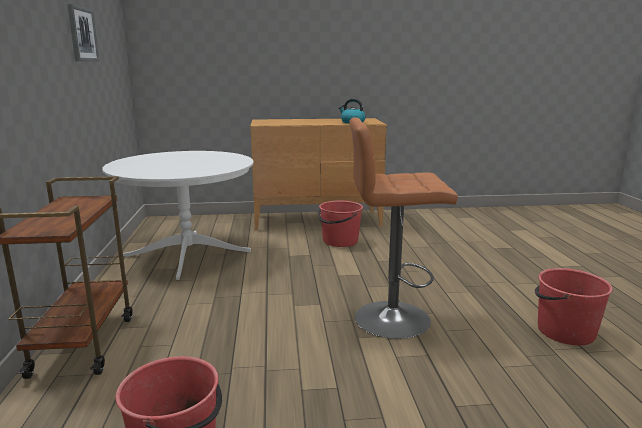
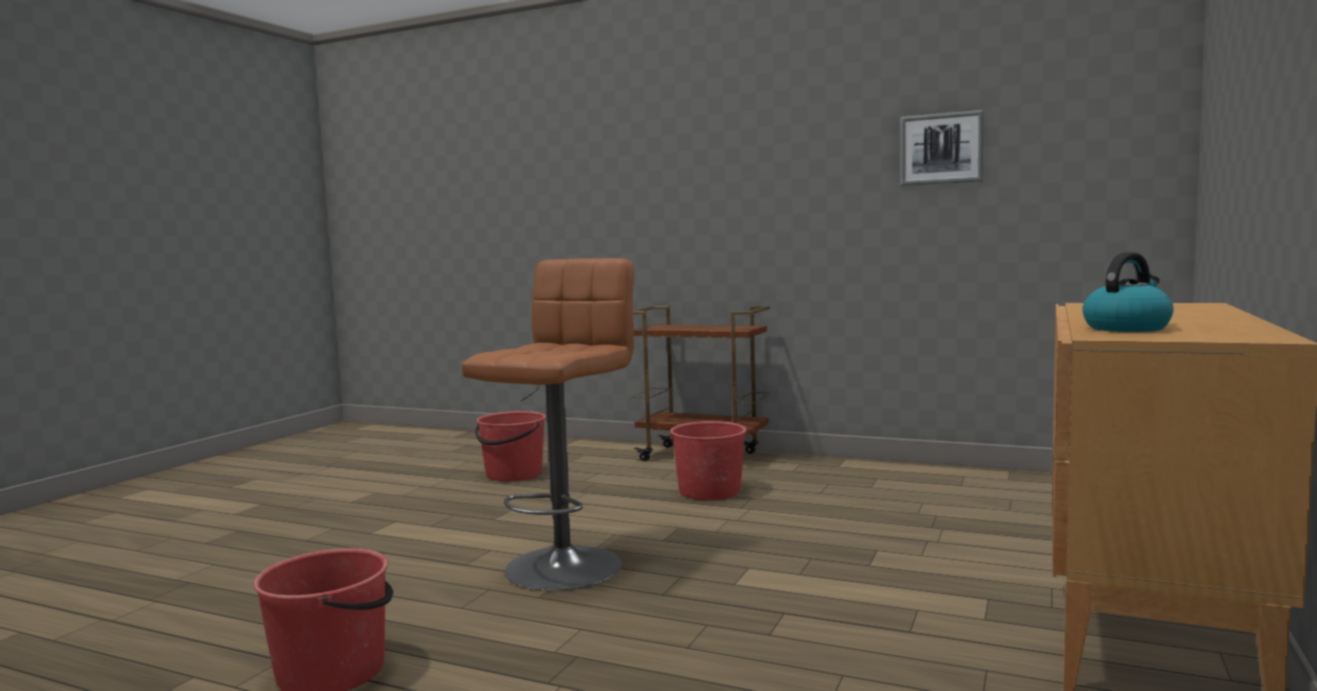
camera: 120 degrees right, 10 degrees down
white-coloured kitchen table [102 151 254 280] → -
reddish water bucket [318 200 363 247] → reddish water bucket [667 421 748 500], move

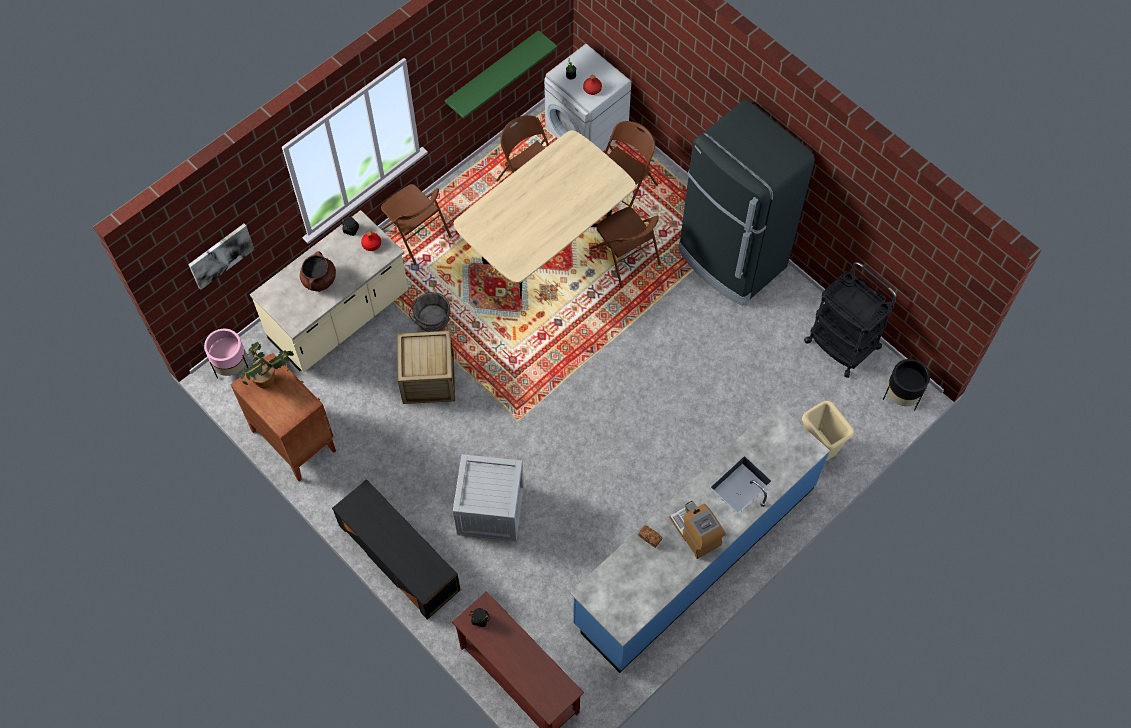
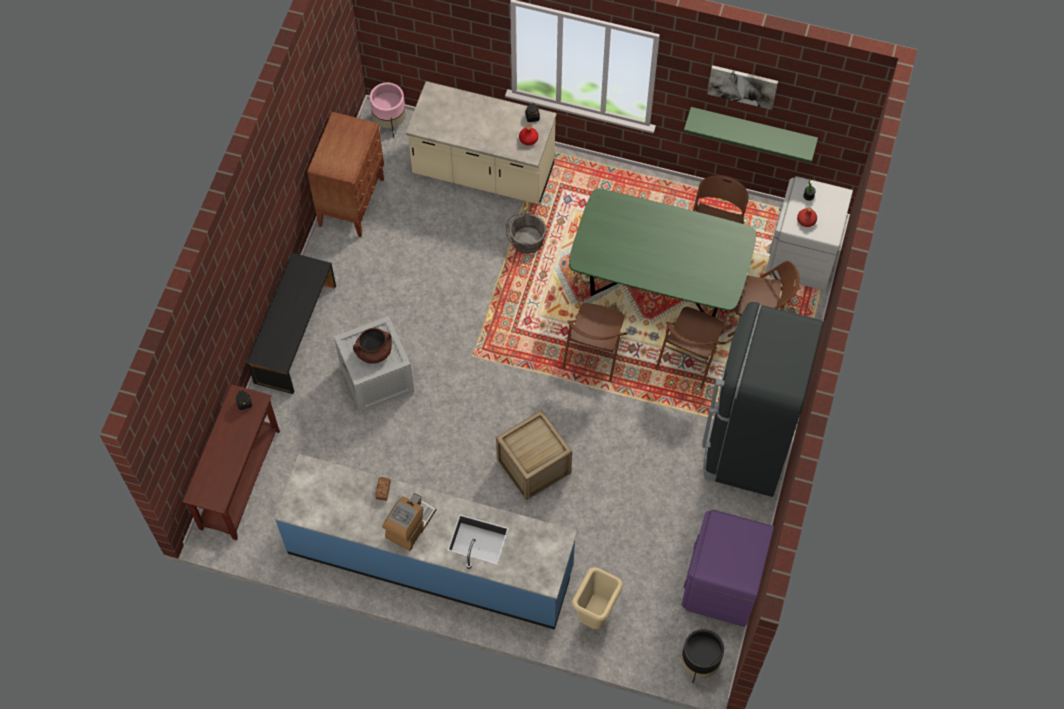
camera: 60 degrees right, 0 degrees up
potted plant [239 342 294 389] → -
wall art [188 224 255 290] → wall art [708 65 778 110], move
brown saucepot [300 251 336 292] → brown saucepot [353 328 392 364], move
brown upright chair [381 184 452 265] → brown upright chair [562 303 627 382], move
packing crate [397 331 455 404] → packing crate [496 410 572 501], move
black cart [804 262 896 378] → purple laundry appliance [681 510 774 627]
beige-coloured kitchen table [454 130 636 298] → greenish kitchen table [569 189 756 317]

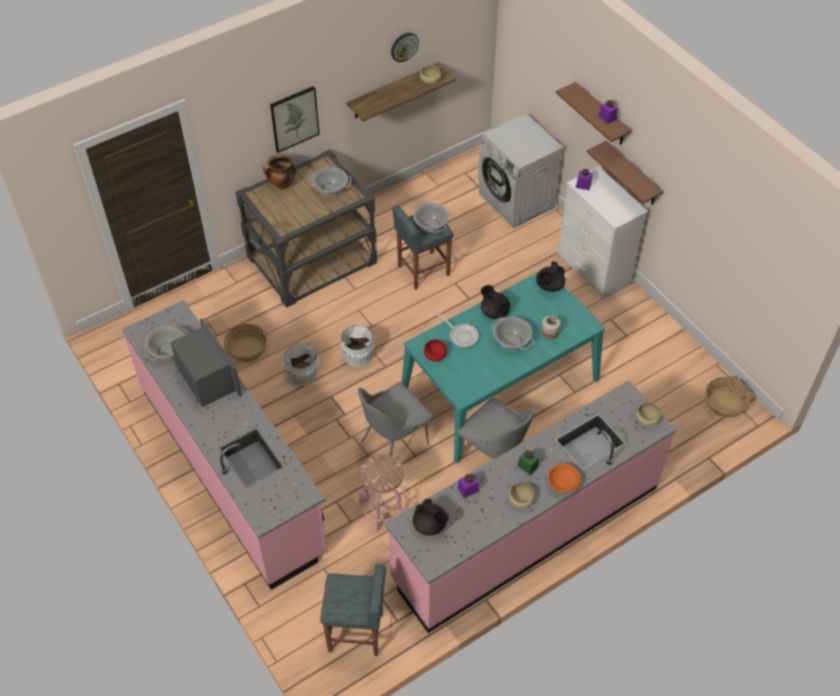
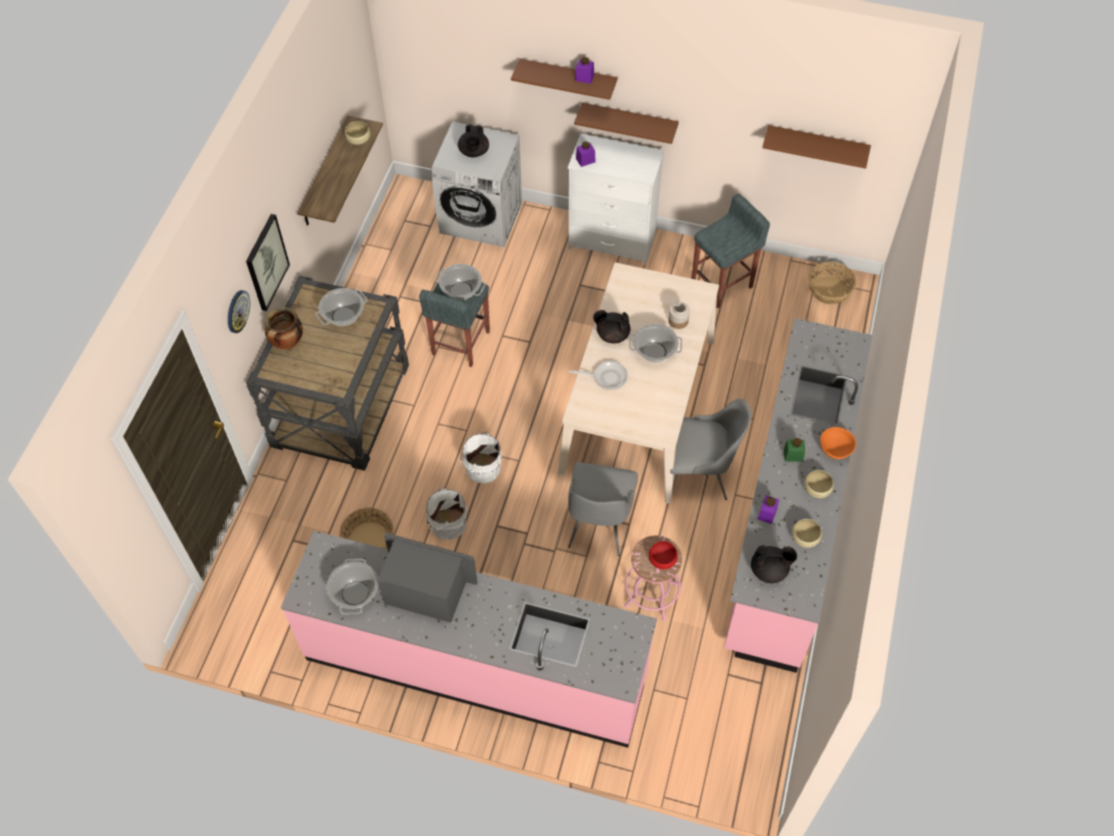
camera: 40 degrees left, 5 degrees up
- → brown bracket shelf [762 125 871 169]
greyish stool seat [320 564 386 656] → greyish stool seat [691 194 770 308], move
wall clock [391 32 419 62] → wall clock [228 290 250 333], move
reddish bowl [424 339 447 361] → reddish bowl [649 541 678 569], move
black teapot [536 261 565 292] → black teapot [458 124 489 157], move
beige-coloured bowl [636 402 662 426] → beige-coloured bowl [792 519 822 548], move
blue-green kitchen table [402 272 605 463] → beige-coloured kitchen table [558 263 719 504]

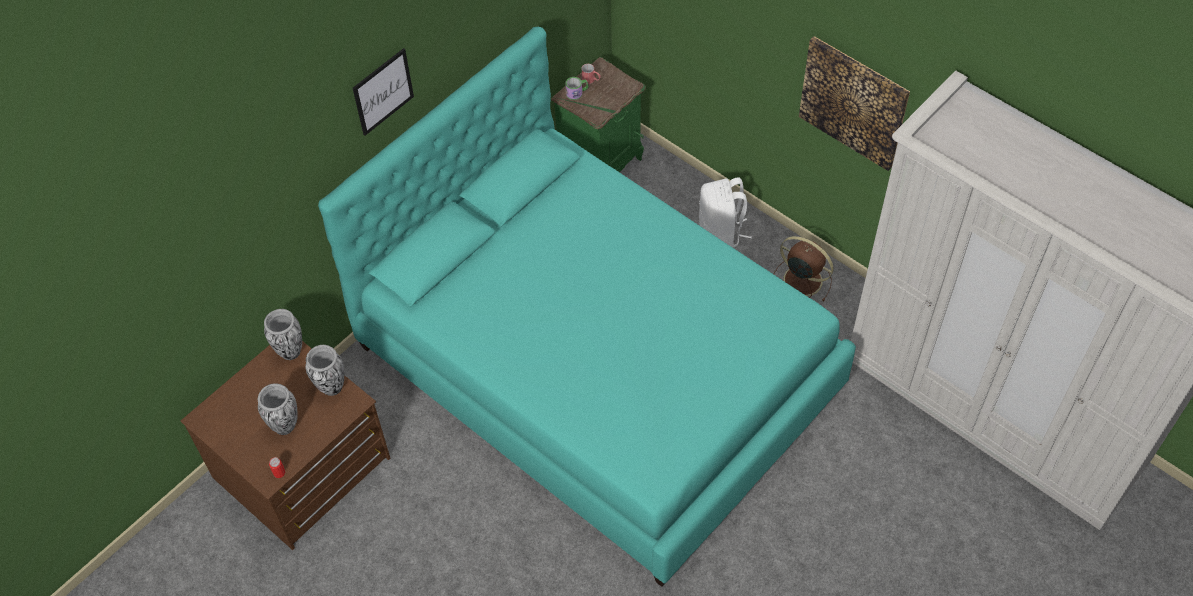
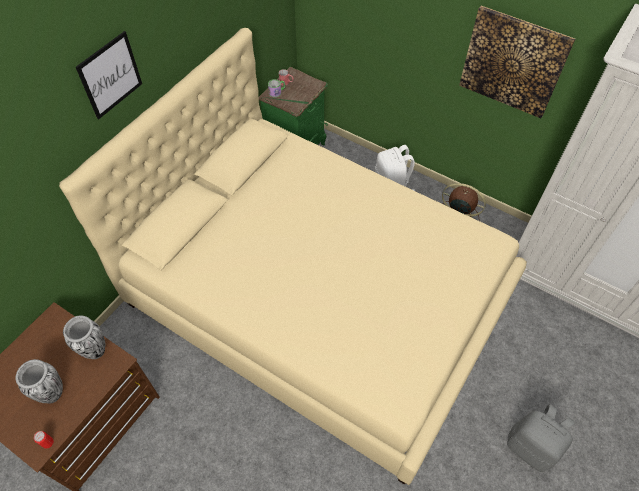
camera: 10 degrees left, 0 degrees up
vase [264 309 302 360] → -
- → greyish rucksack [507 404 575 472]
blue-green sleeping bed [318 27 856 587] → beige-coloured sleeping bed [59 28 527 485]

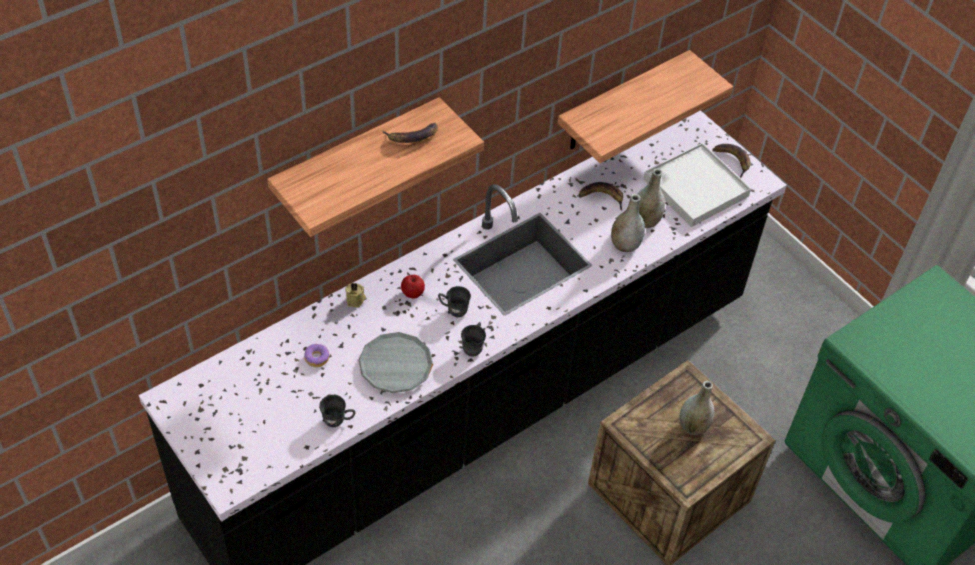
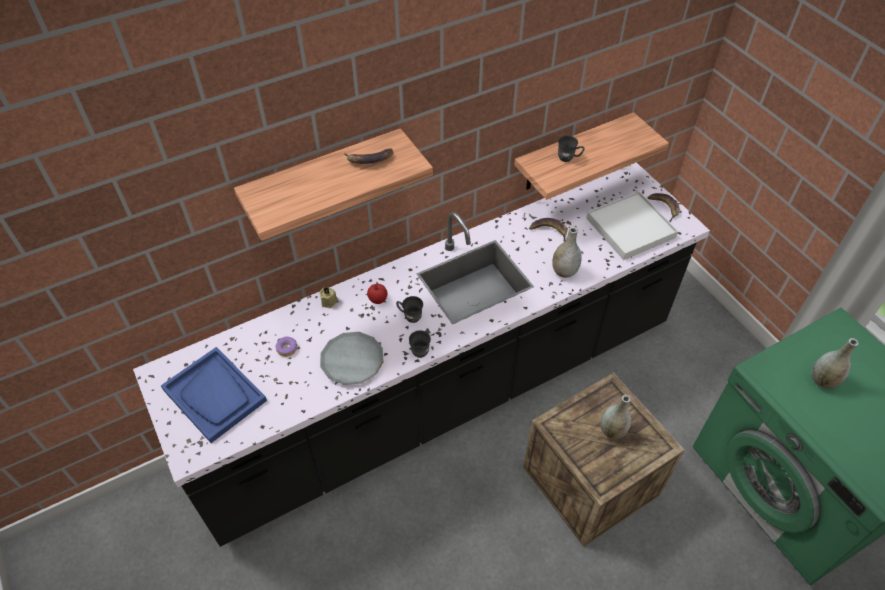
camera: 10 degrees right, 0 degrees up
- → bluish tray [161 347 267 443]
greyish coffee mug [319 395 356 427] → greyish coffee mug [558 135 585 162], move
greyish vase [638 169 665 228] → greyish vase [811 338 858 389], move

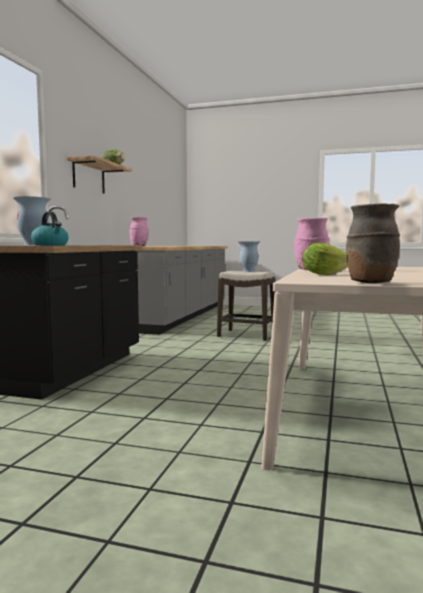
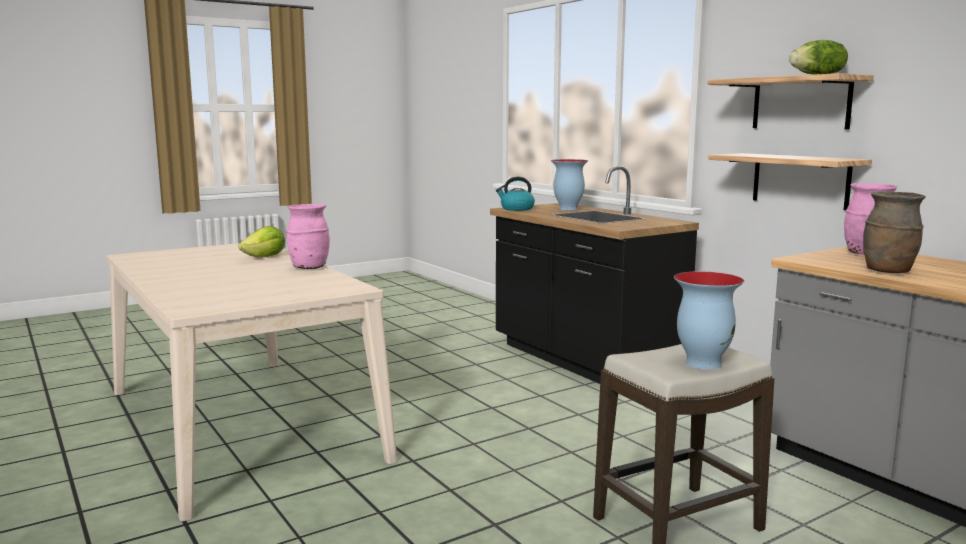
camera: 130 degrees right, 5 degrees up
- → bracket shelf [708 153 872 210]
brown vase [346 203 400 284] → brown vase [863 192 926 273], move

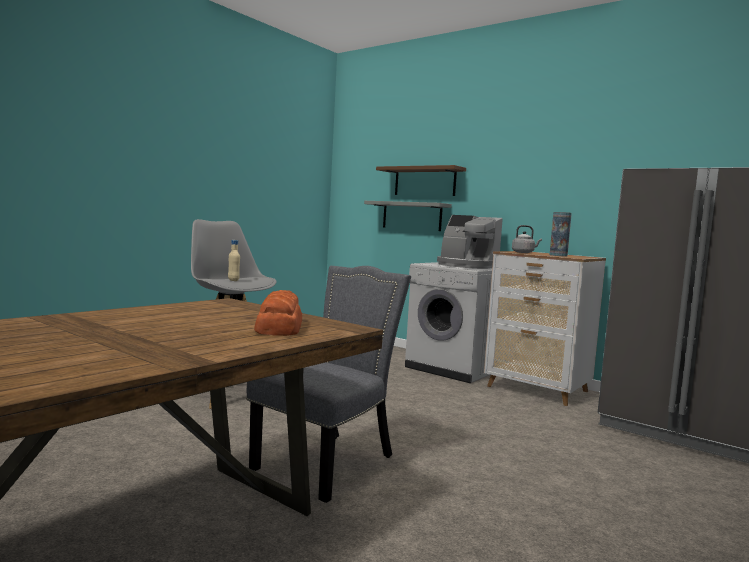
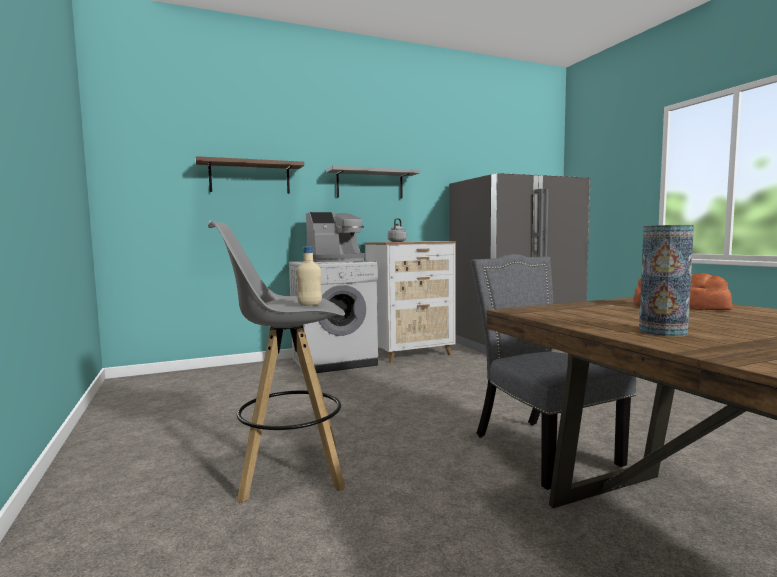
camera: 60 degrees left, 0 degrees up
greyish bracket shelf [364 201 452 231] → greyish bracket shelf [326 166 420 198], move
vase [550 212 572 257] → vase [639 225 694 336], move

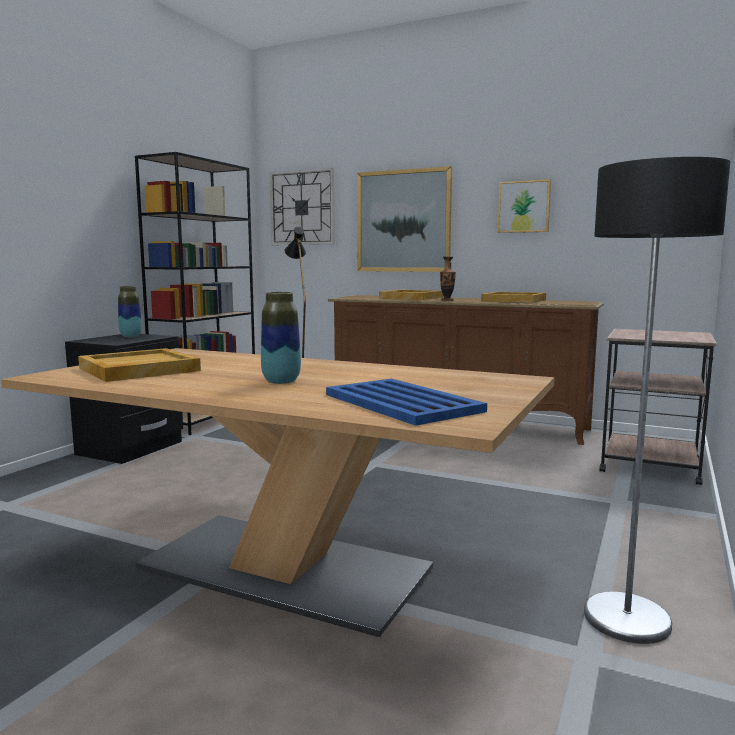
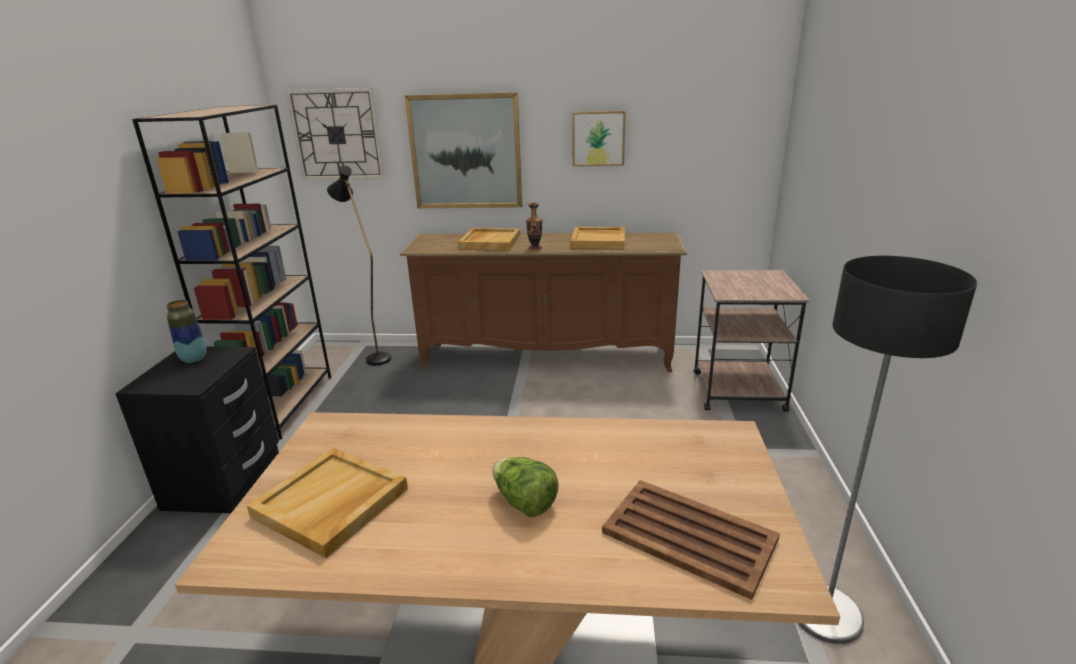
camera: 20 degrees left, 15 degrees up
vase [261 292 301 384] → head of lettuce [492 457 559 517]
bluish tray [326 379 487 426] → brown tray [602 480 780 600]

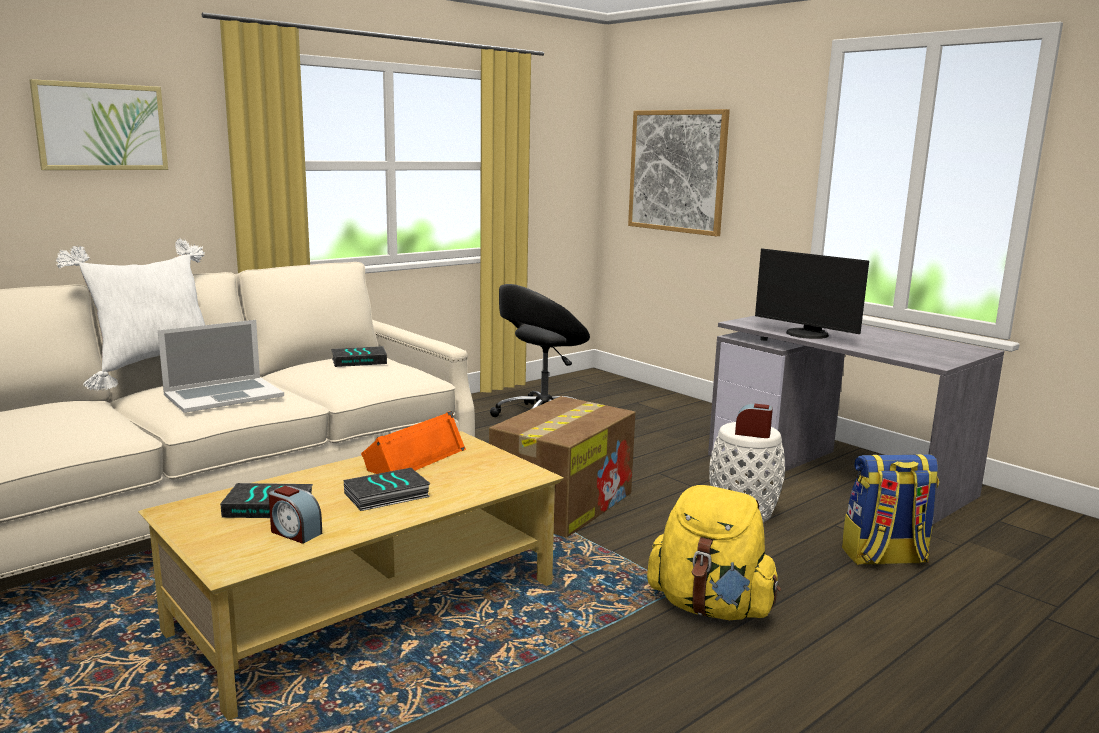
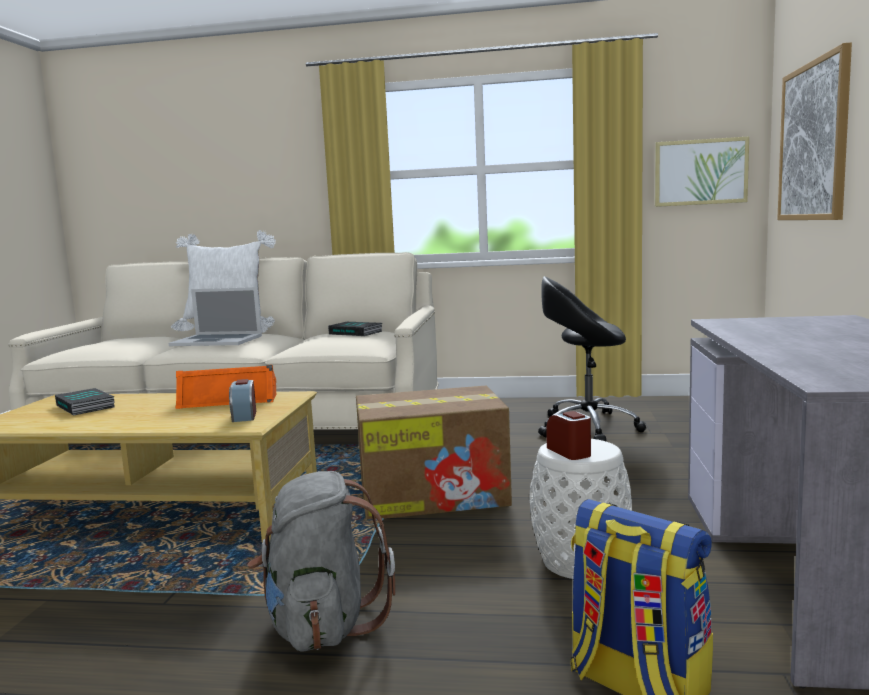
camera: 50 degrees right, 5 degrees down
book [344 468 431 511] → -
computer screen [755 249 869 339] → -
wall art [30 79 168 170] → wall art [655 136 749 207], move
bedside clock [269 486 322 544] → bedside clock [229 379 256 422], move
yellow rucksack [647 485 781 620] → greyish rucksack [247 471 395 652]

